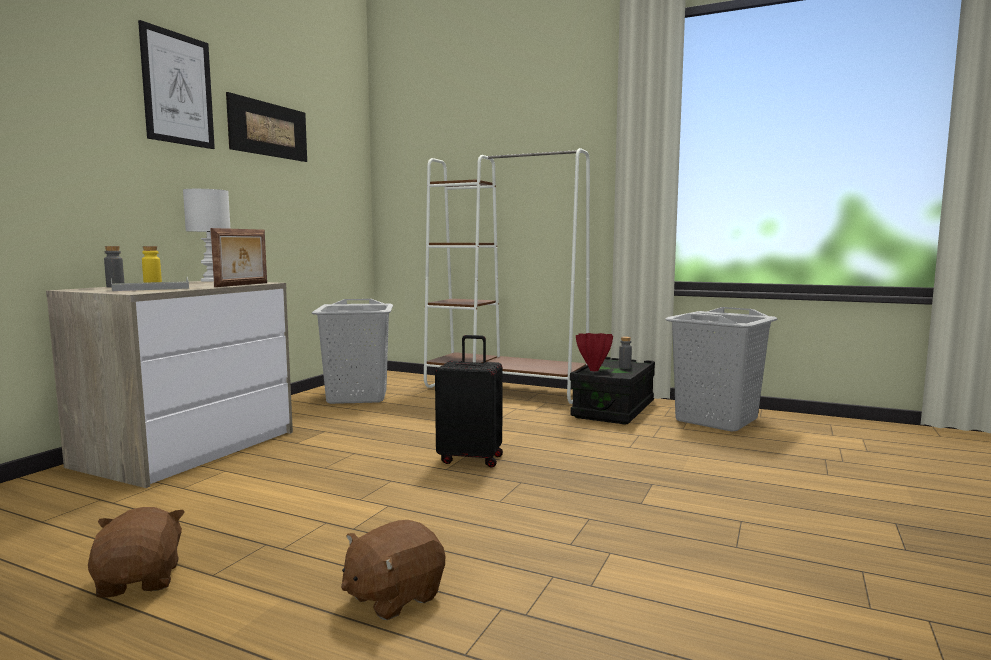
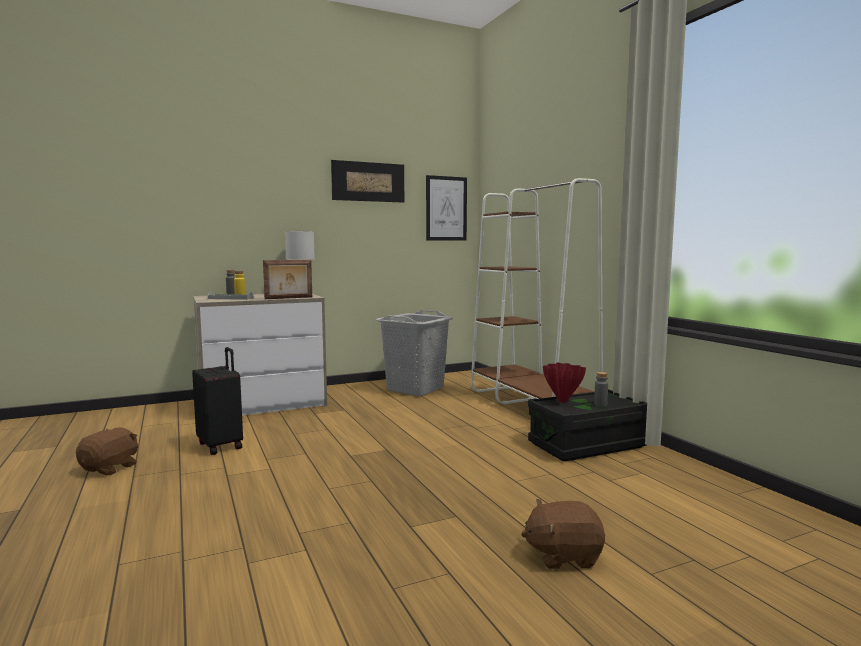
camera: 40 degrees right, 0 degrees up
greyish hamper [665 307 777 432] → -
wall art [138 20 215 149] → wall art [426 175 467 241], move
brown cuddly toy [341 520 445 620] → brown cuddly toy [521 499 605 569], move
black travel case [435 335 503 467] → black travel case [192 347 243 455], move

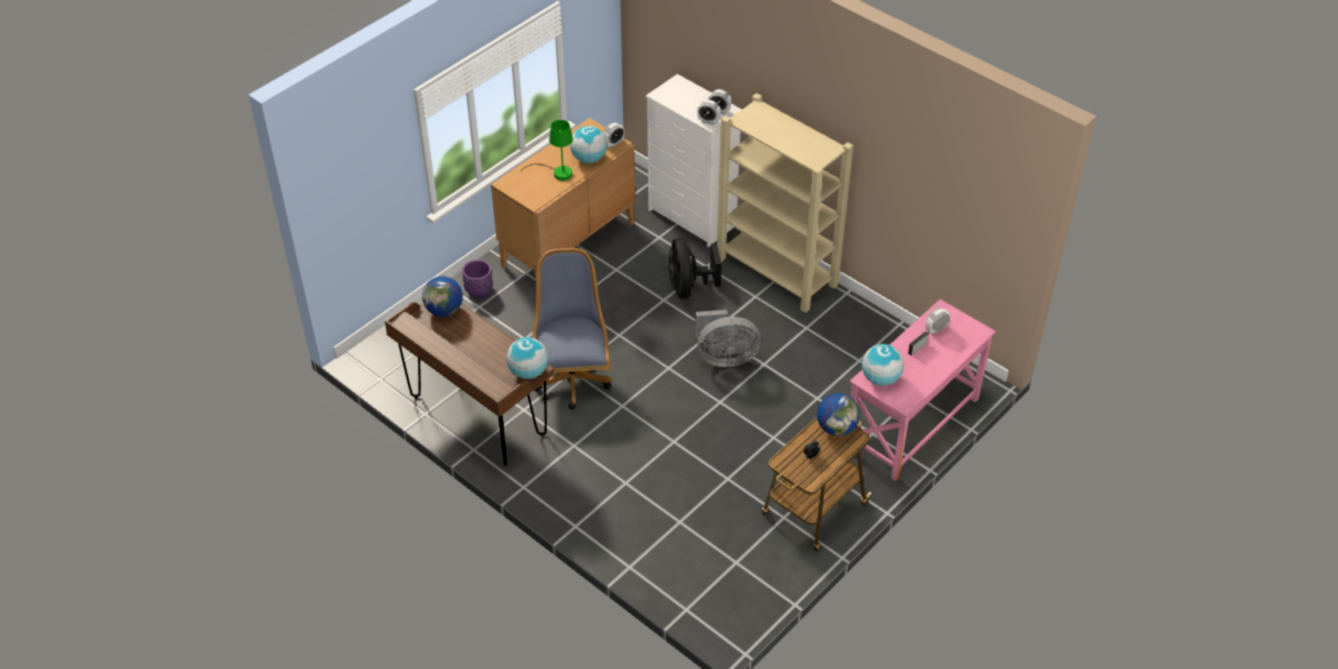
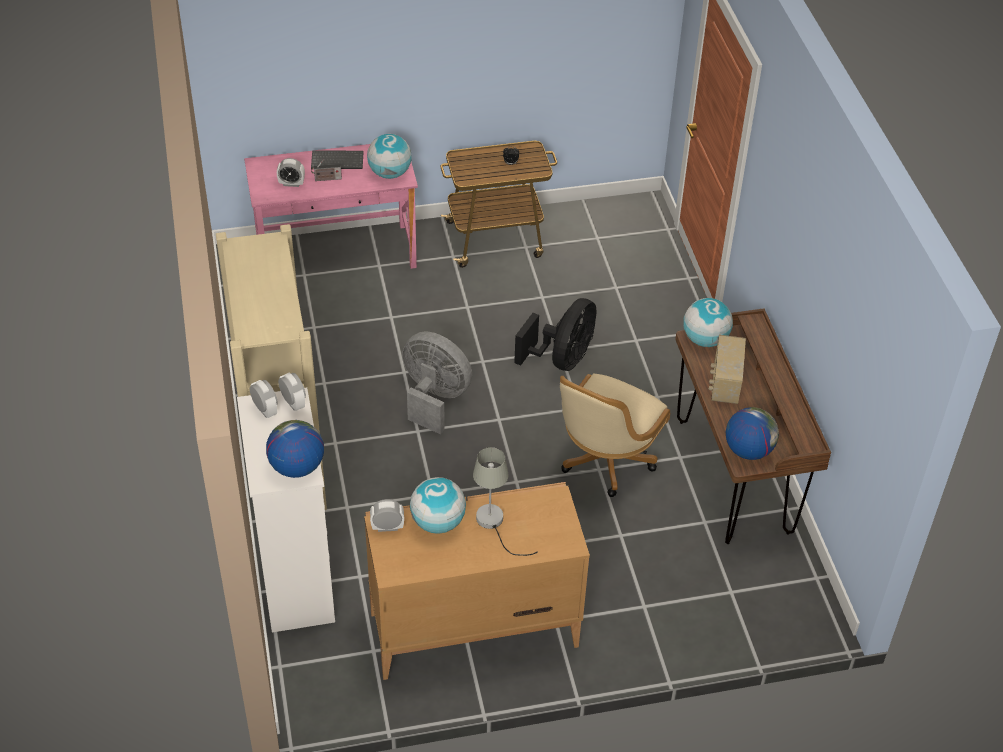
camera: 145 degrees left, 0 degrees up
purple flower pot [462 260 493 298] → -
- → keyboard [311 150 364 169]
- → radio receiver [709 335 746 404]
black fan [668 238 722 299] → black fan [514 298 596 371], move
world globe [817 393 860 436] → world globe [266 420 324 478], move
greenish tabletop lamp [521 120 573 181] → greyish tabletop lamp [473 447 538 556]
bluish computer chair [532 248 611 409] → beige-coloured computer chair [560 373 670 497]

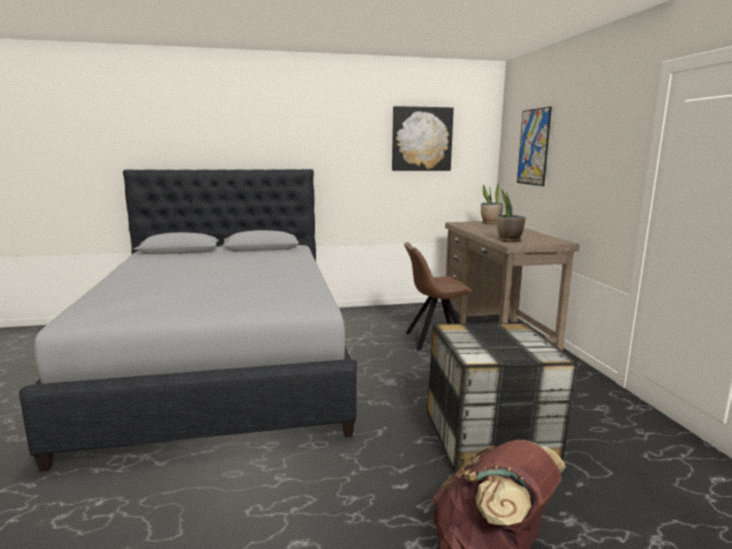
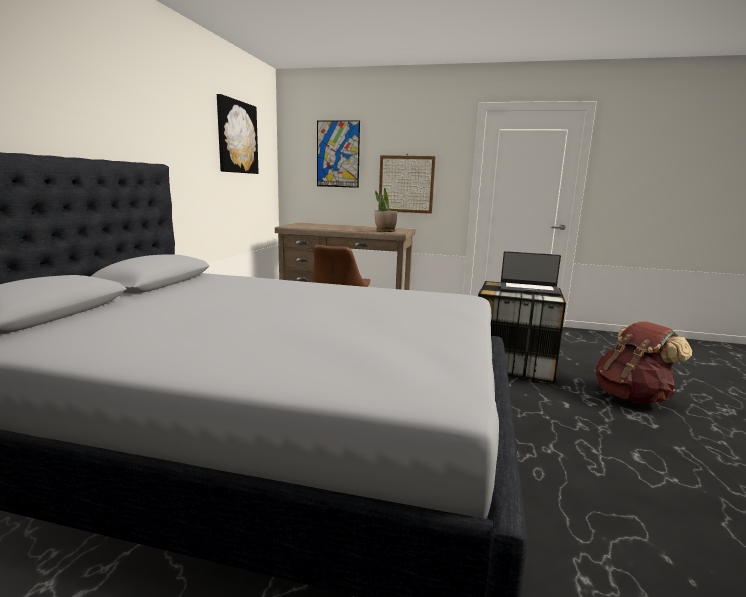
camera: 65 degrees left, 0 degrees up
potted plant [481 183 503 224] → -
- → wall art [378 154 436 214]
- → portable computer [501 251 561 296]

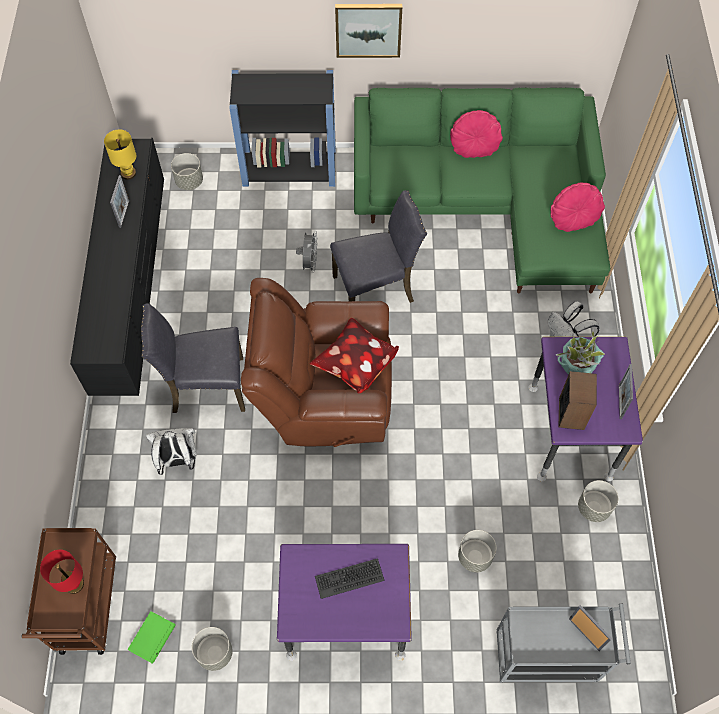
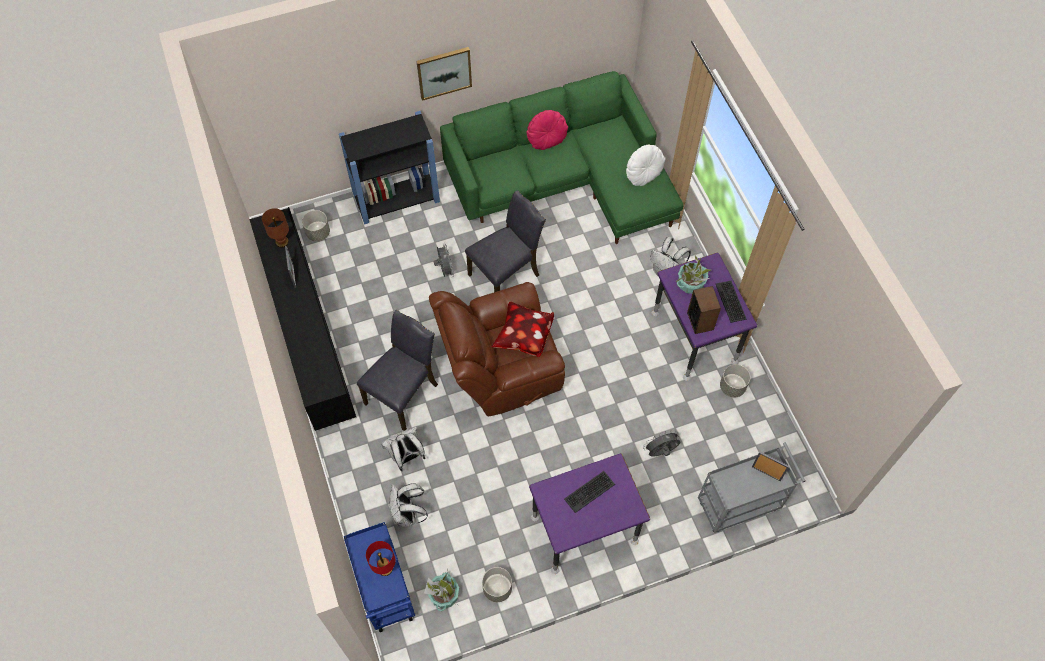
camera: 20 degrees left, 0 degrees up
- → white-coloured rucksack [390 483 428 527]
greenish book [128 611 175 664] → potted plant [424 570 459 611]
greyish flower pot [458 530 496 572] → greyish fan [643 431 680 457]
photo frame [619 364 633 419] → keyboard [716 281 747 323]
brown cart [22 528 116 655] → bluish cart [344 522 415 632]
yellow tabletop lamp [104 130 136 180] → brown tabletop lamp [262 208 289 248]
pinkish cushion [551 183 605 232] → white-coloured cushion [626 145 666 186]
greyish upright chair [141 304 245 413] → greyish upright chair [357 310 438 431], 150 degrees clockwise

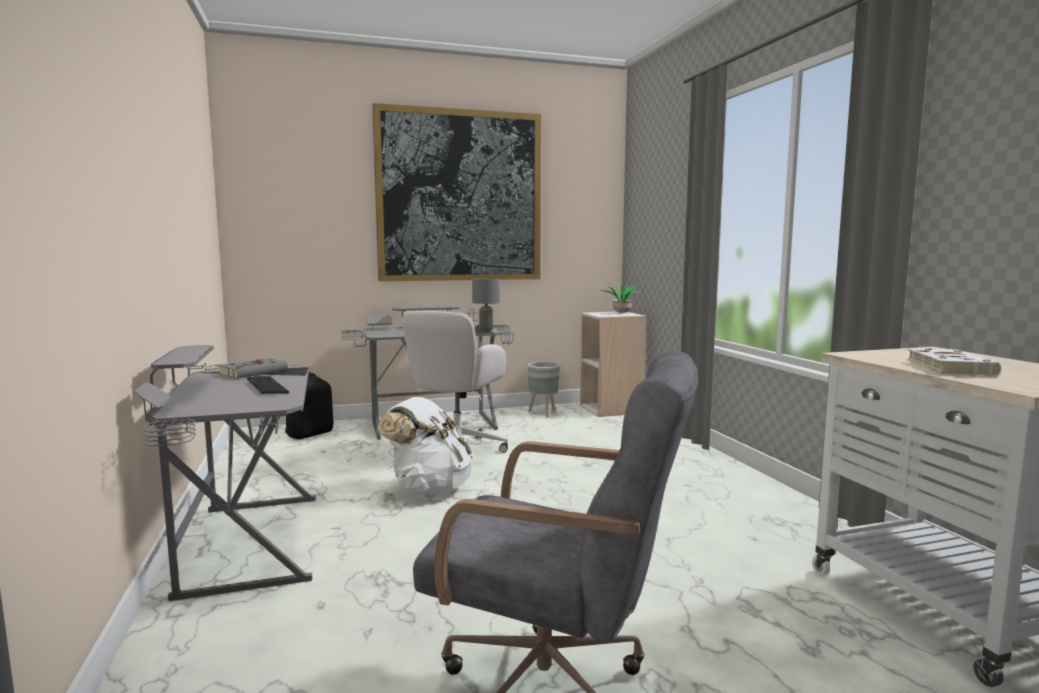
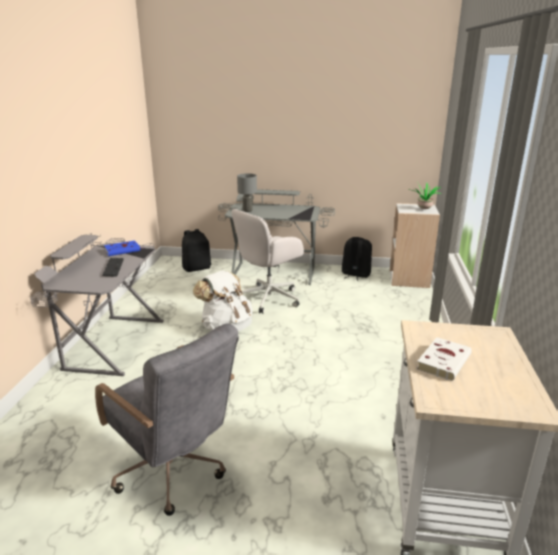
camera: 25 degrees right, 15 degrees up
wall art [372 103 541 281] → -
greyish tabletop lamp [472 278 500 331] → greyish tabletop lamp [237 173 257 212], move
greyish flower pot [527 362 560 417] → black rucksack [342 237 372 281]
greyish book [218 358 288 379] → bluish book [104 241 143 256]

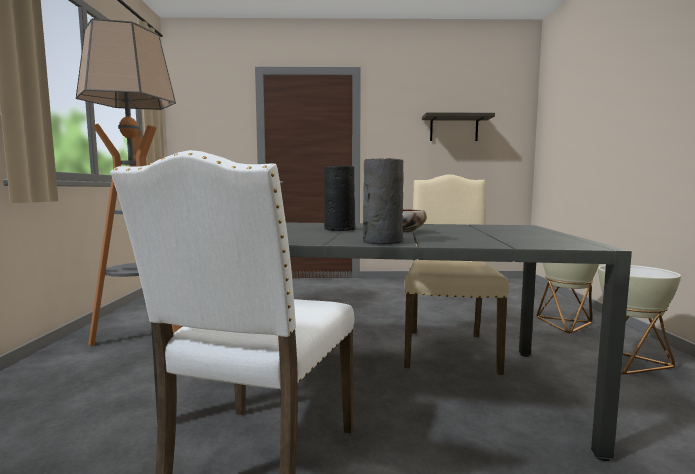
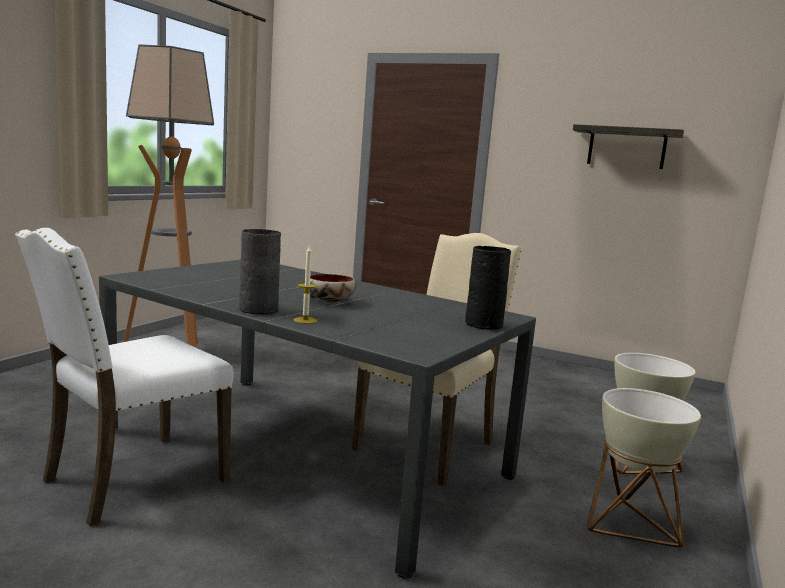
camera: 25 degrees right, 5 degrees up
- → wax candle [294 244 317 324]
black vase [324 166 355 231] → black vase [465 246 511 330], move

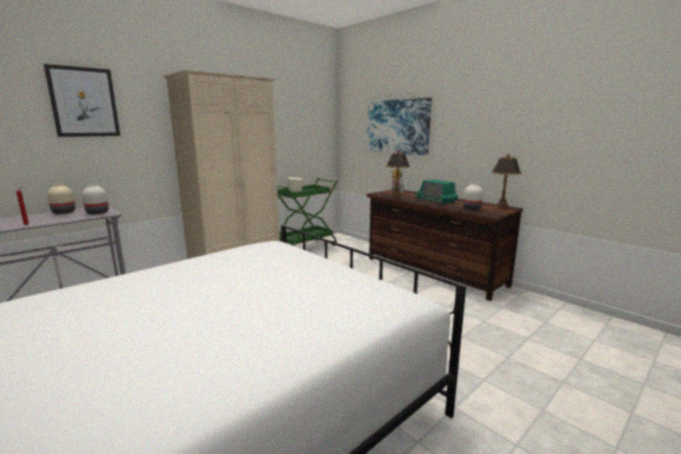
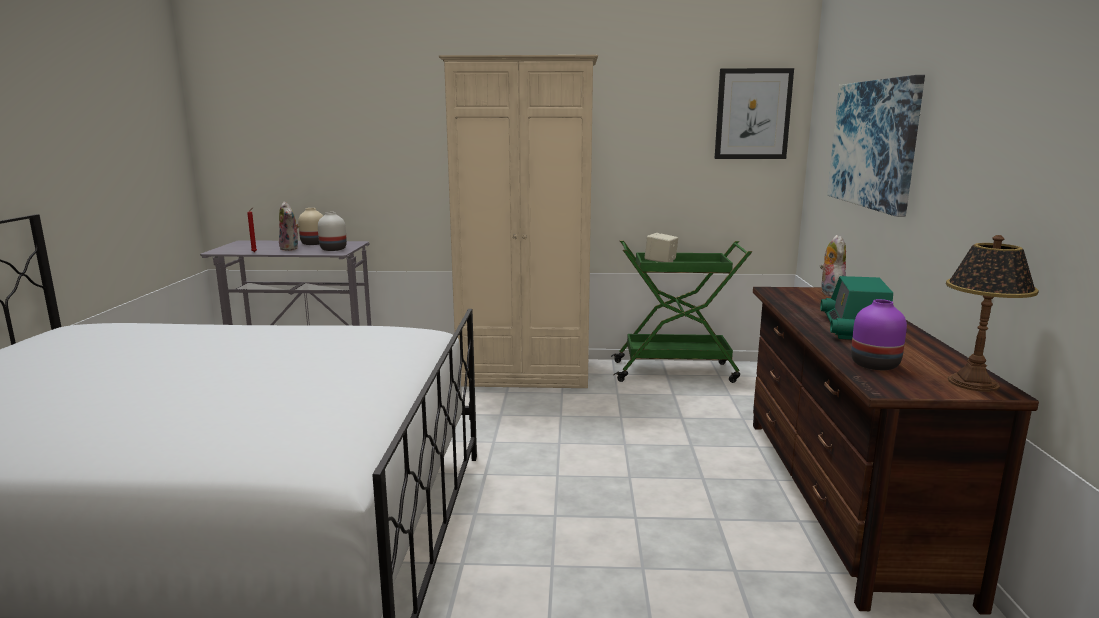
camera: 45 degrees right, 0 degrees up
tabletop lamp [386 150 410 198] → -
- → cuddly toy [279 202 300 251]
wall art [44 64 120 137] → wall art [715 68 794 159], move
white-coloured vase [463 183 483 210] → purple vase [851 299 907 370]

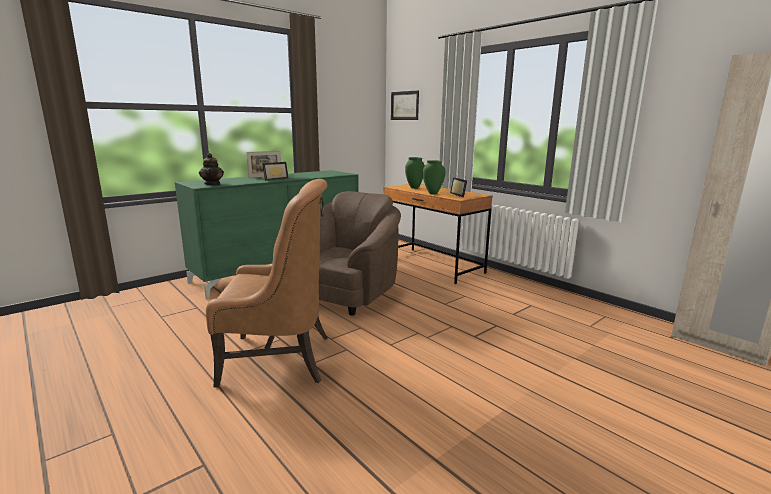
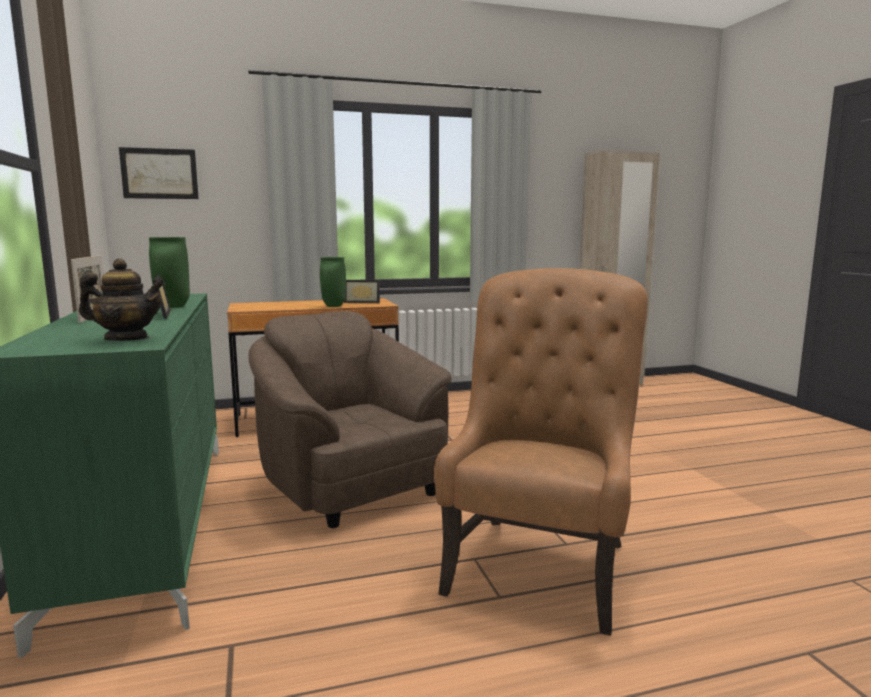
camera: 65 degrees left, 5 degrees down
greenish vase [405 157 425 189] → greenish vase [149 237 190 308], move

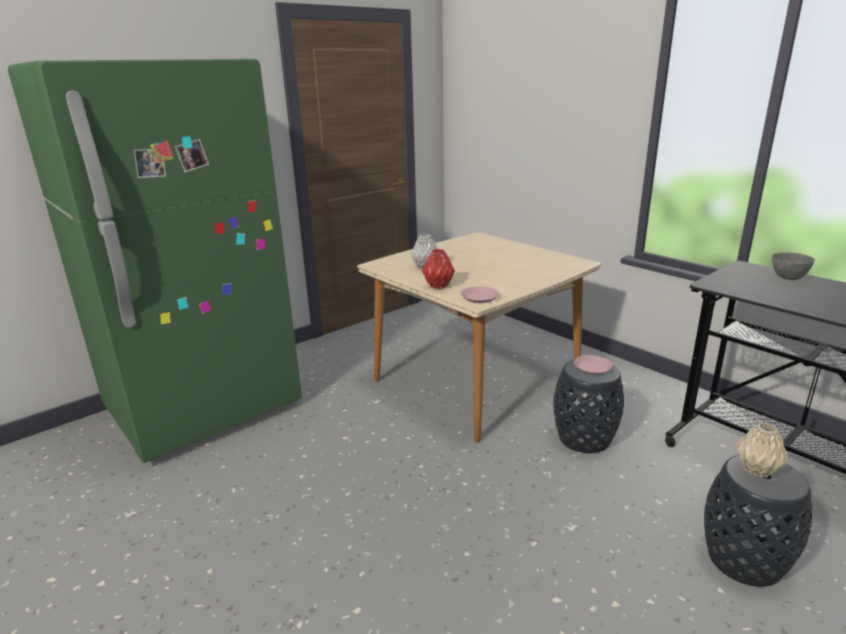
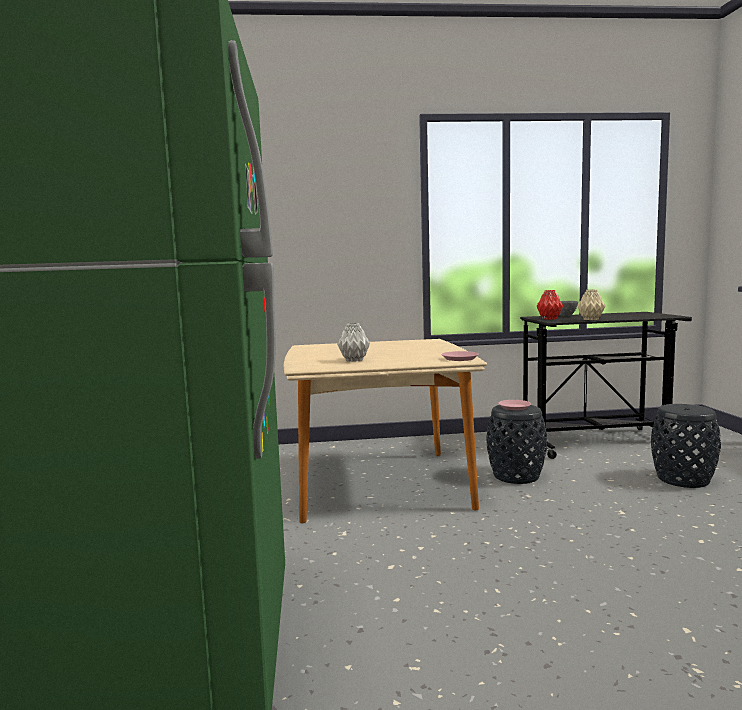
camera: 55 degrees left, 15 degrees down
reddish vase [422 249 455 289] → reddish vase [537 290 563 320], move
beige-coloured vase [736 422 788 478] → beige-coloured vase [577 289 606 320], move

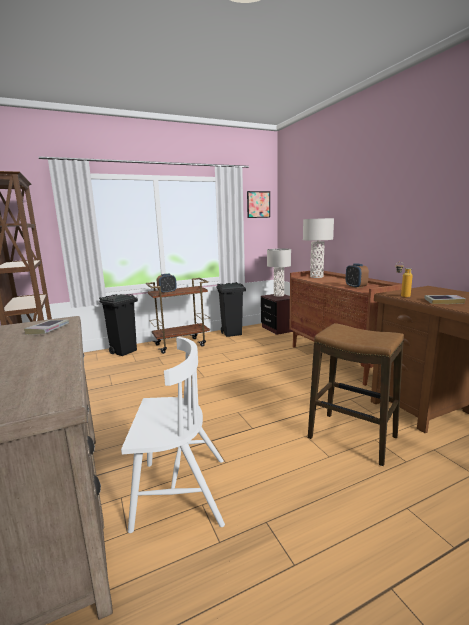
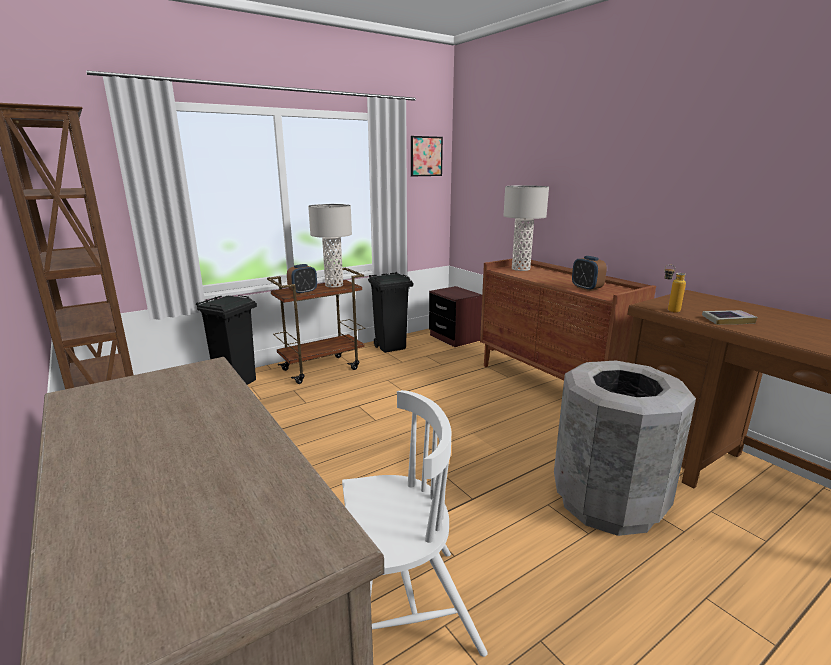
camera: 10 degrees left, 5 degrees up
book [24 320 69 335] → -
white-coloured tabletop lamp [267 249 291 297] → white-coloured tabletop lamp [308 204 352 287], move
stool seat [308 323 404 466] → greyish trash can [554 361 696 536]

